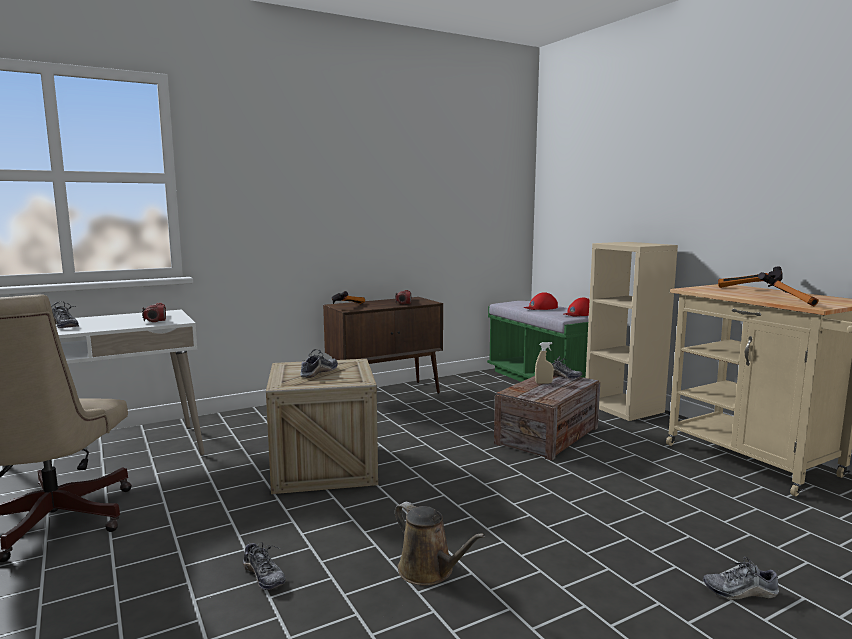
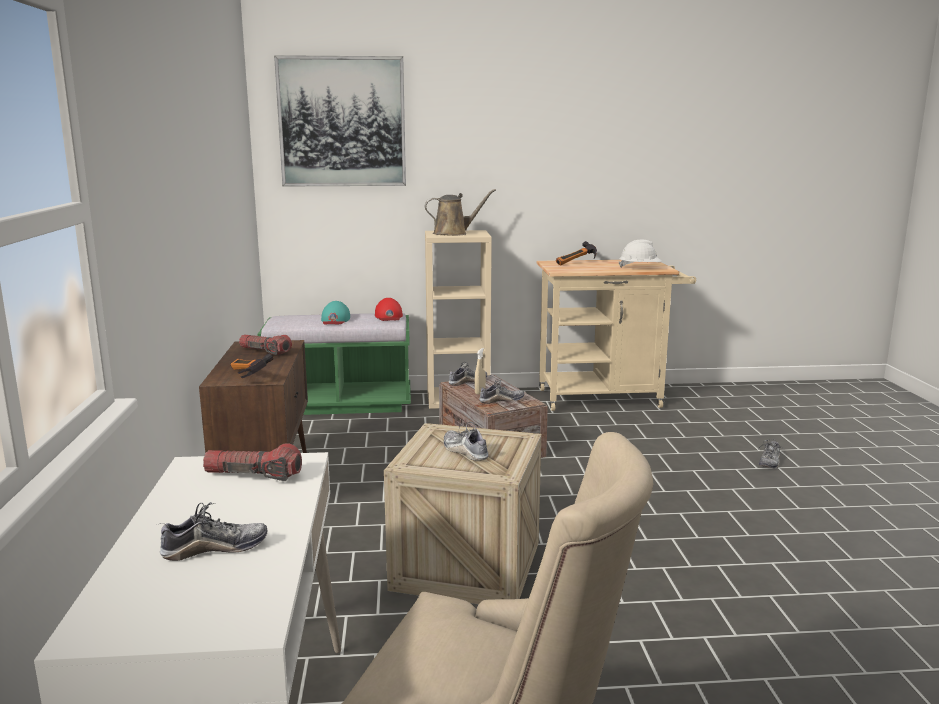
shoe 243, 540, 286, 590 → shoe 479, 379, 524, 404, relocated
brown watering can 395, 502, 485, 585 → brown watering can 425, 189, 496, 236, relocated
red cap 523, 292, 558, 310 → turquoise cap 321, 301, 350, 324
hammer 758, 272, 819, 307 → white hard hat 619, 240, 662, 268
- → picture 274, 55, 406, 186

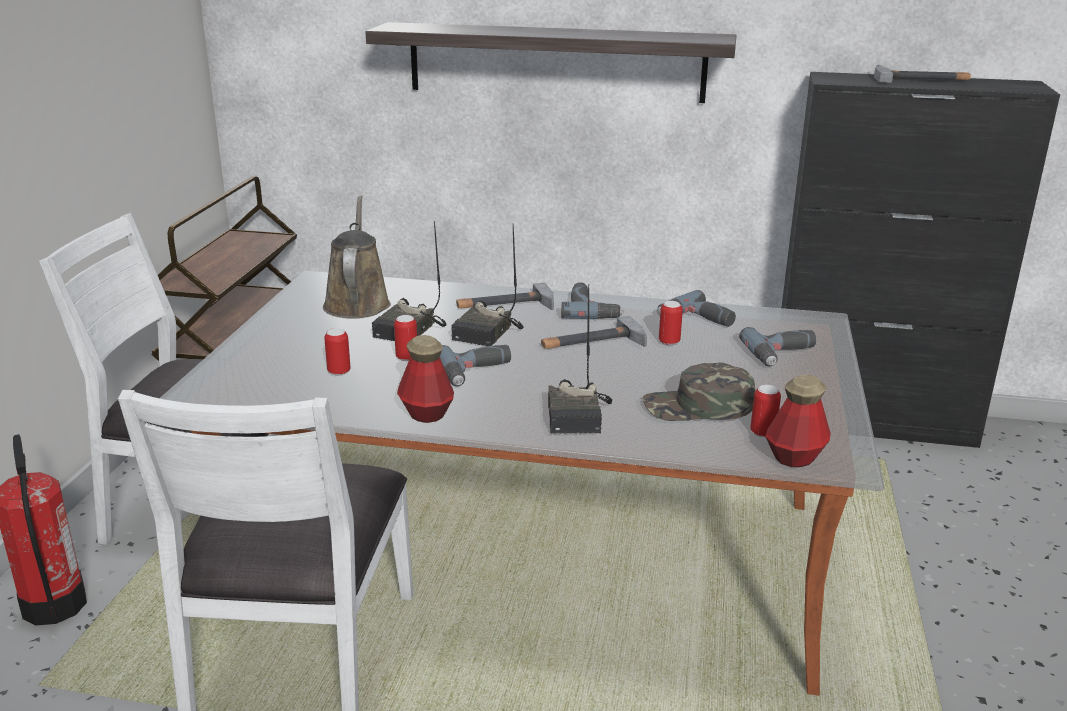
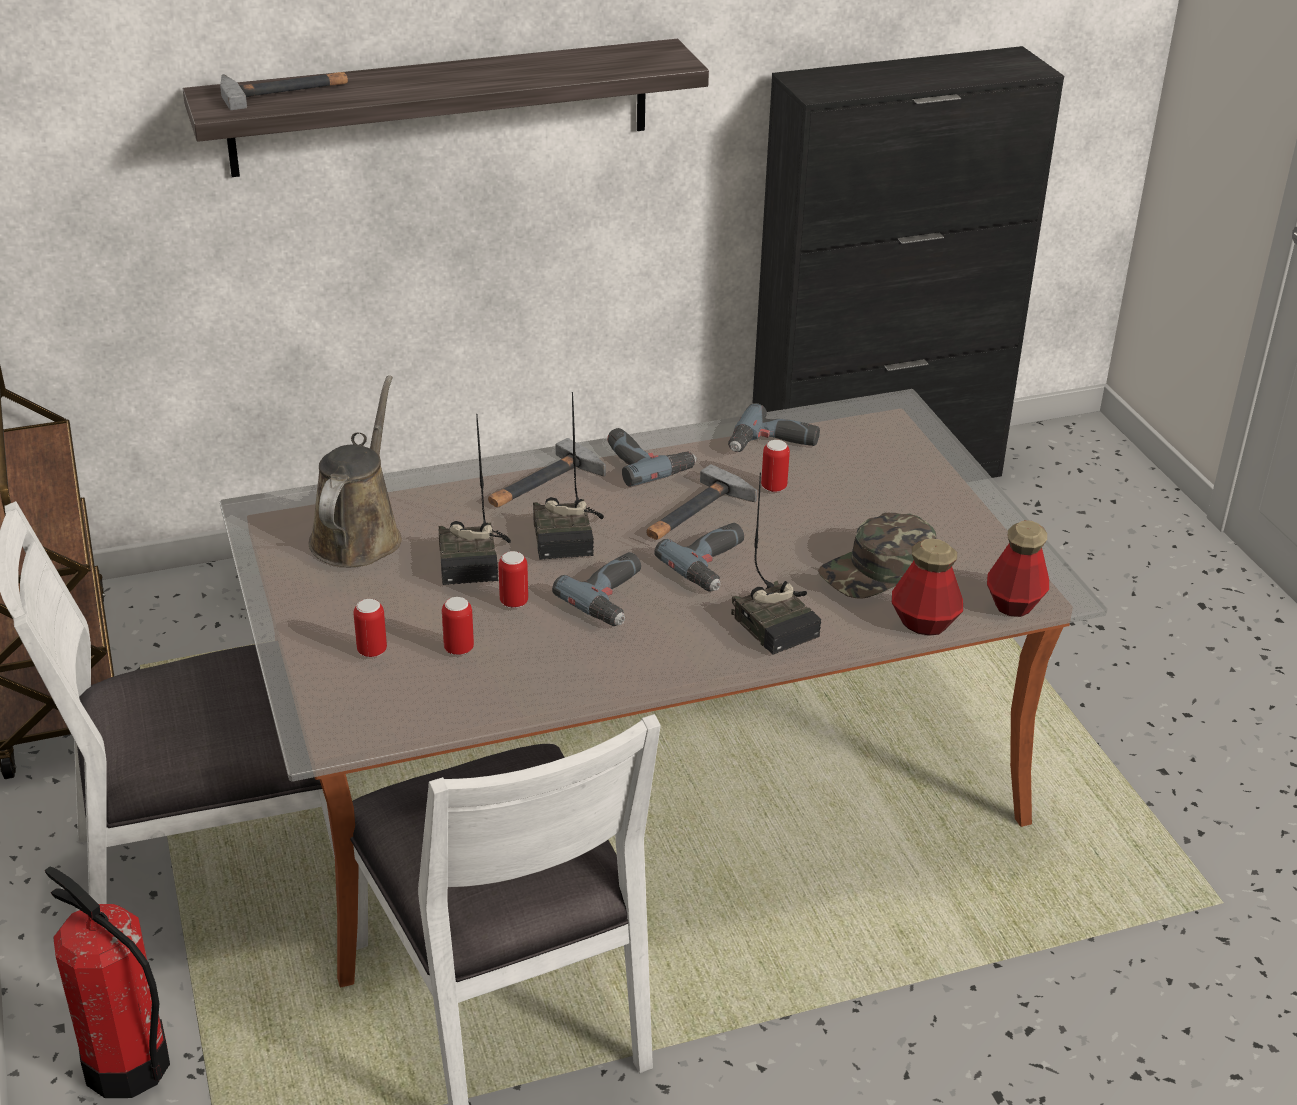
brown watering can 323, 195, 391, 319 → brown watering can 309, 375, 402, 567, 45 degrees clockwise
bottle 397, 335, 454, 423 → bottle 892, 539, 963, 635, relocated
power drill 739, 327, 816, 366 → power drill 654, 523, 744, 592, relocated
can 750, 385, 781, 437 → can 354, 599, 387, 658, relocated
hammer 874, 65, 971, 83 → hammer 220, 72, 348, 110, relocated

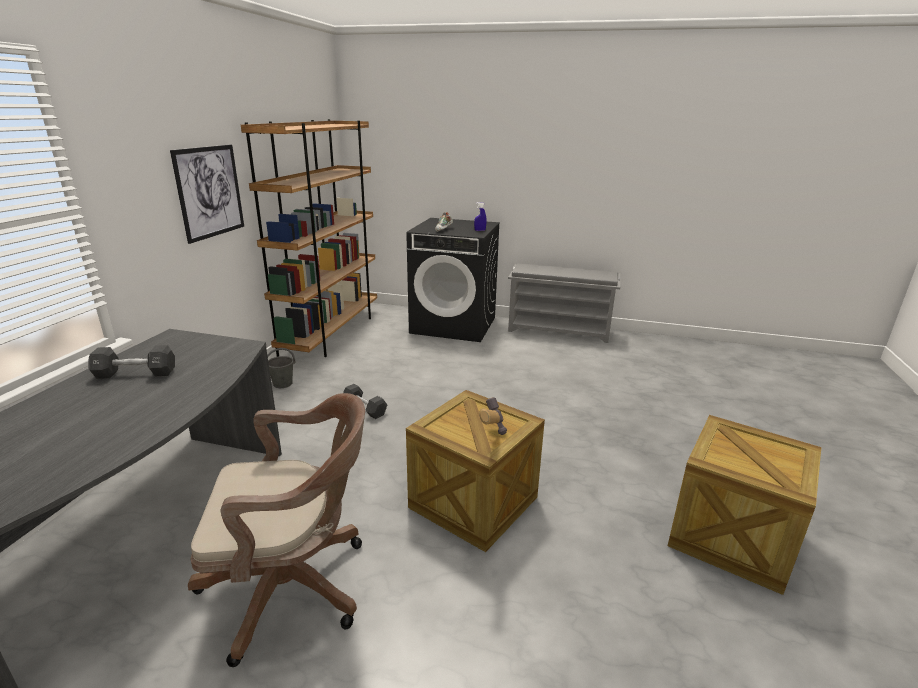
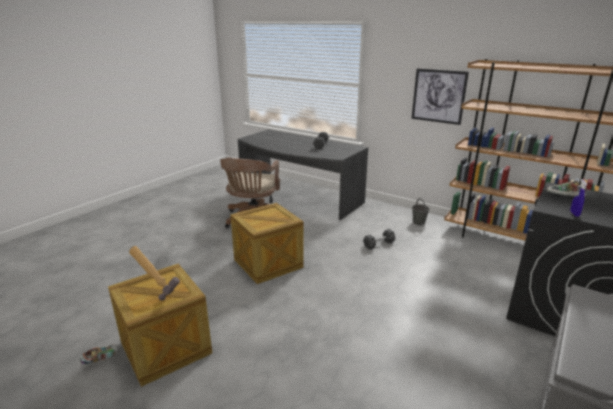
hammer 479, 397, 507, 435 → hammer 129, 246, 180, 301, relocated
- → shoe 80, 345, 119, 367

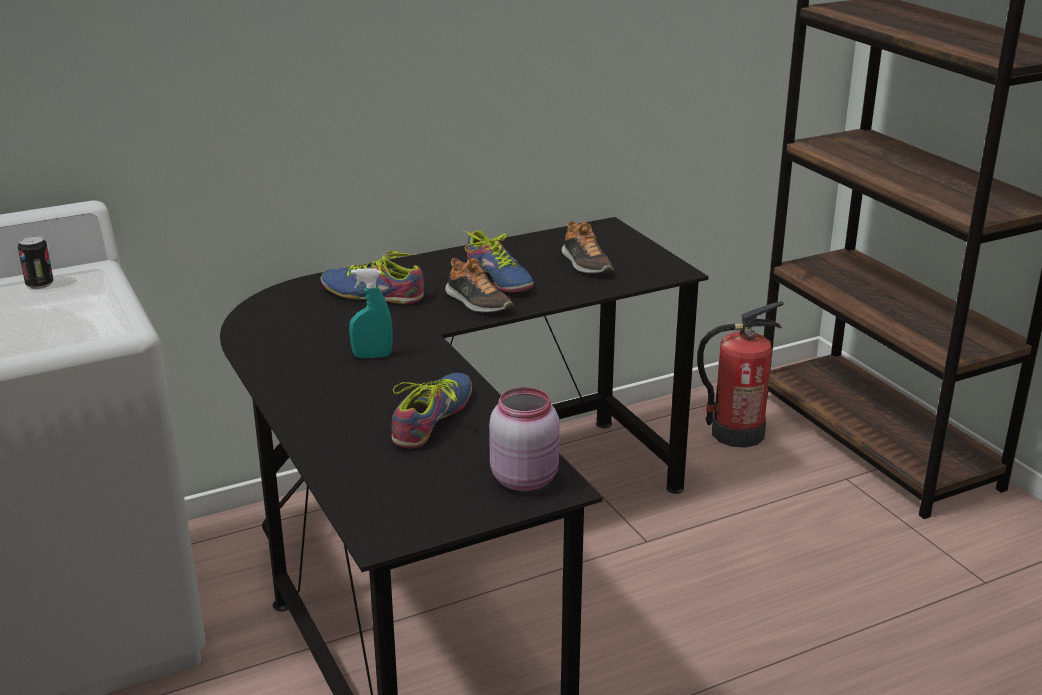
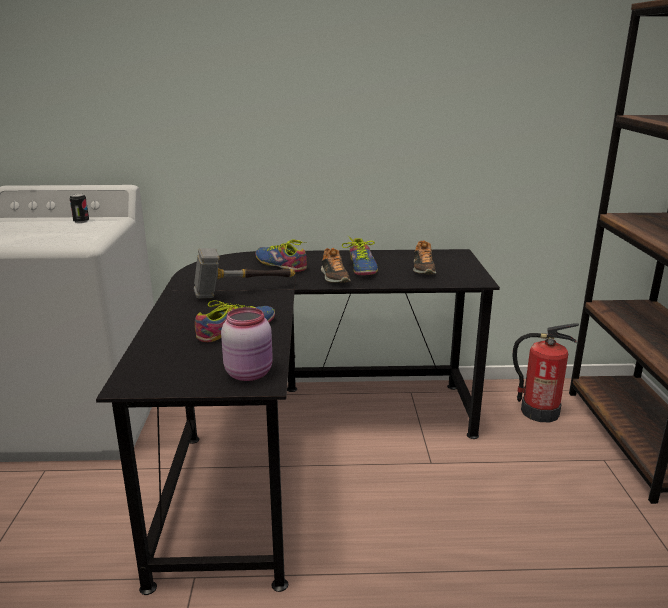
turquoise spray bottle 349, 268, 392, 358 → hammer 194, 248, 295, 298

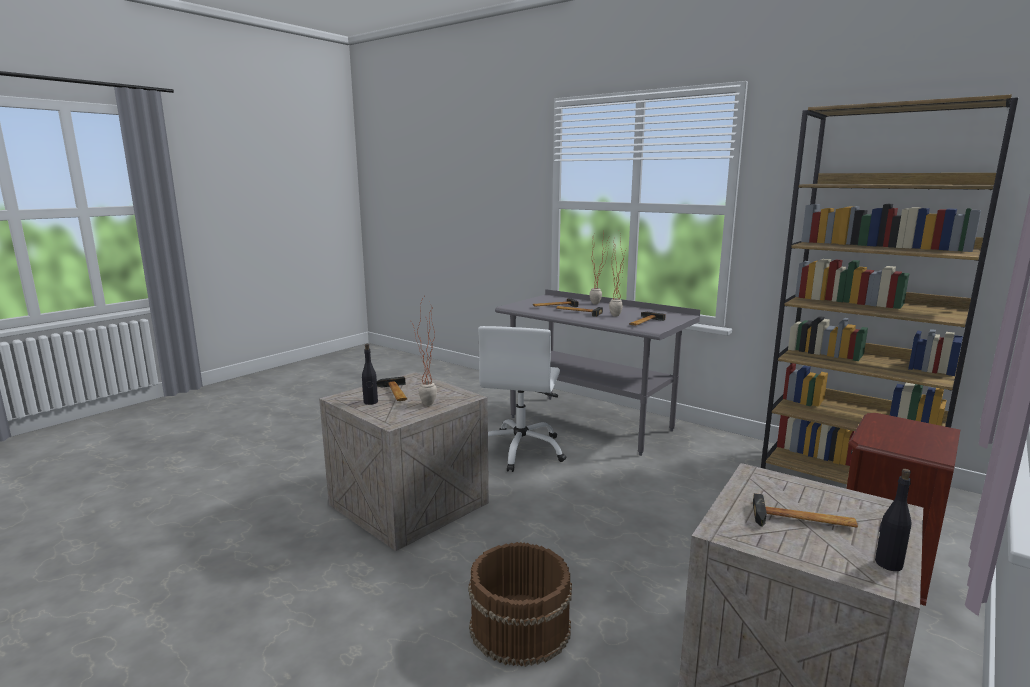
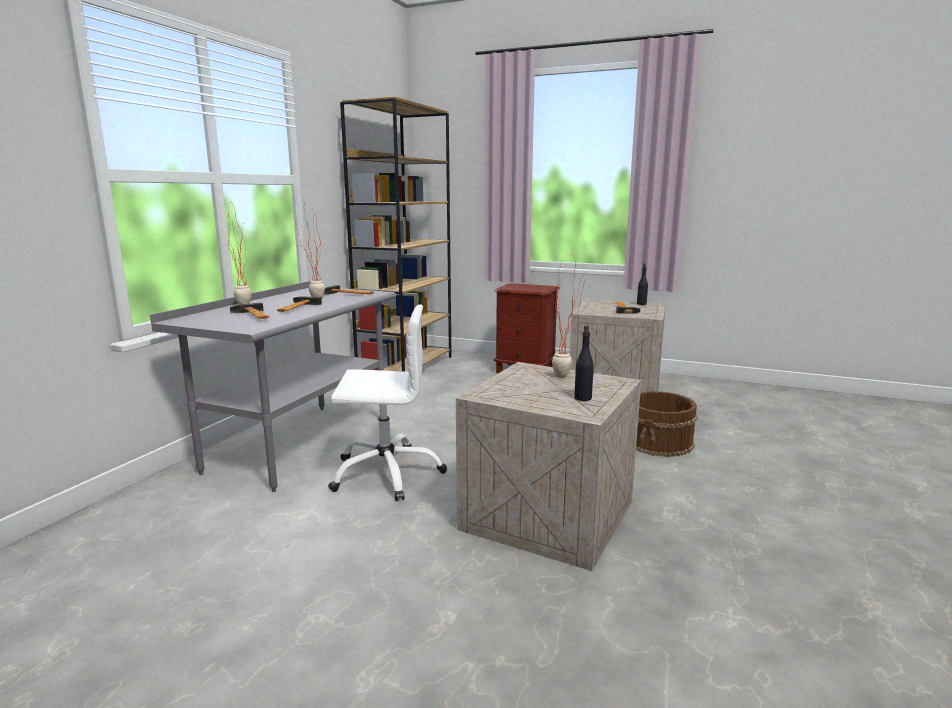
hammer 377, 376, 407, 401 → -

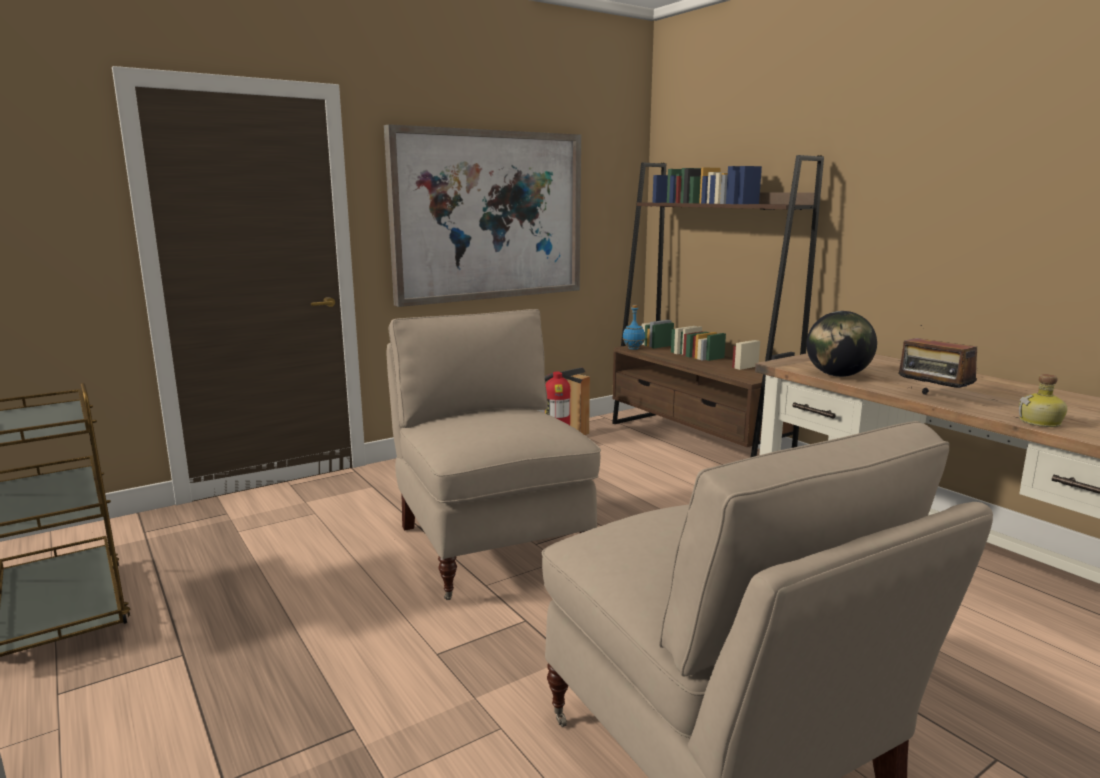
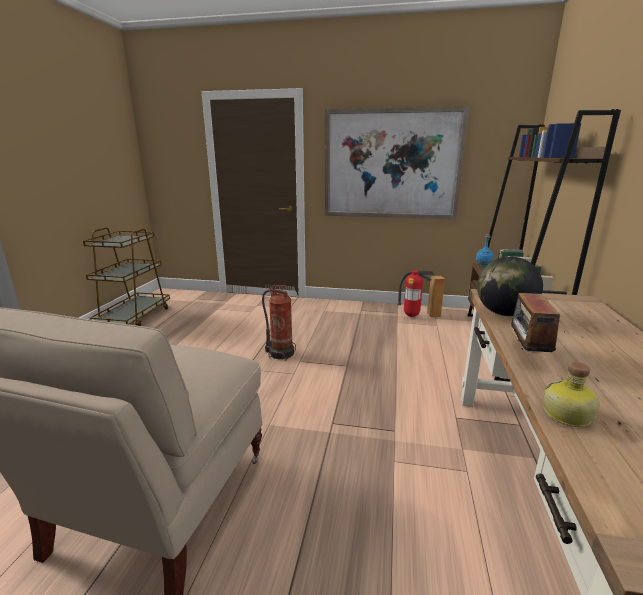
beige chair 386, 309, 601, 600 → fire extinguisher 262, 285, 296, 361

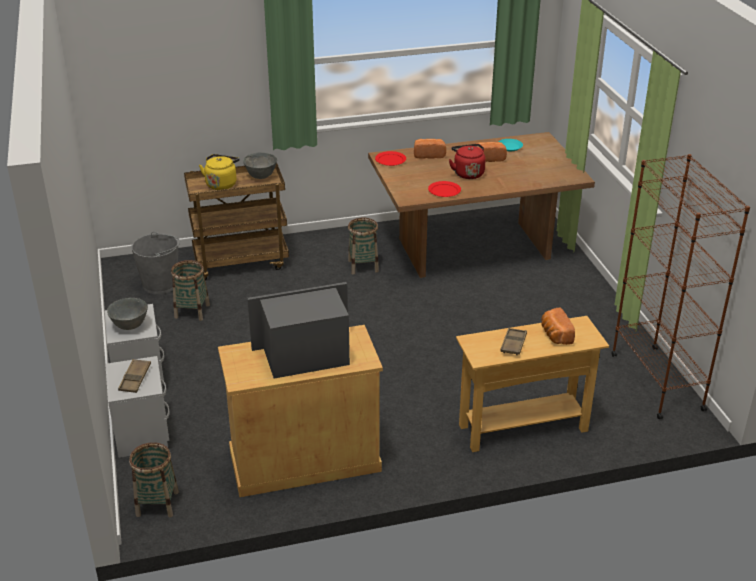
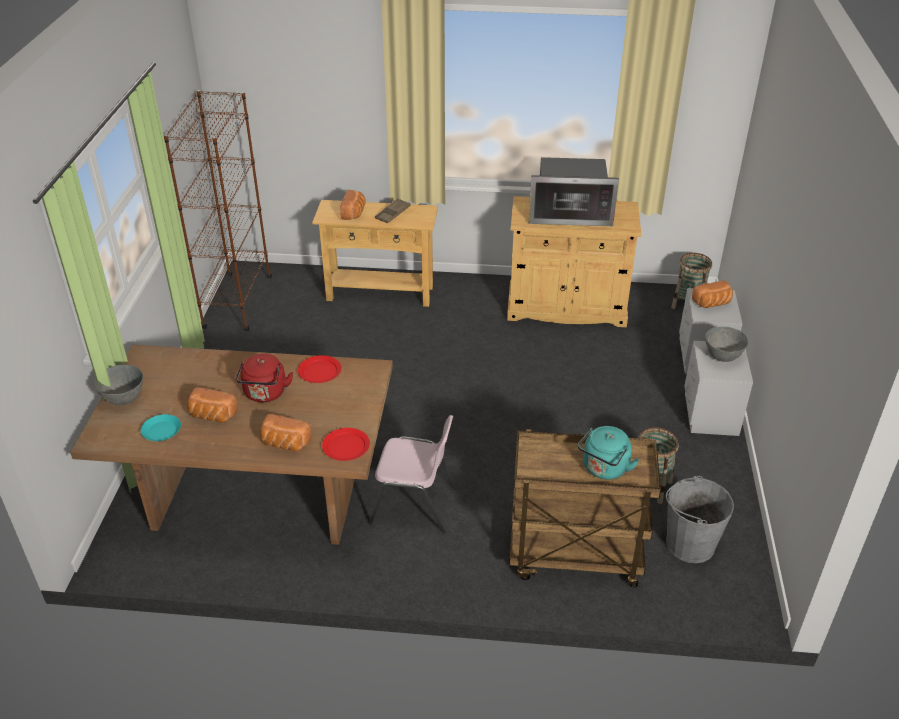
brown tray 118, 359, 151, 393 → bread 692, 281, 733, 308
yellow kettle 199, 154, 240, 190 → turquoise kettle 578, 426, 639, 480
grey bowl 243, 152, 277, 179 → grey bowl 94, 364, 143, 405, relocated
basket 348, 218, 379, 275 → pink chair 369, 415, 456, 533

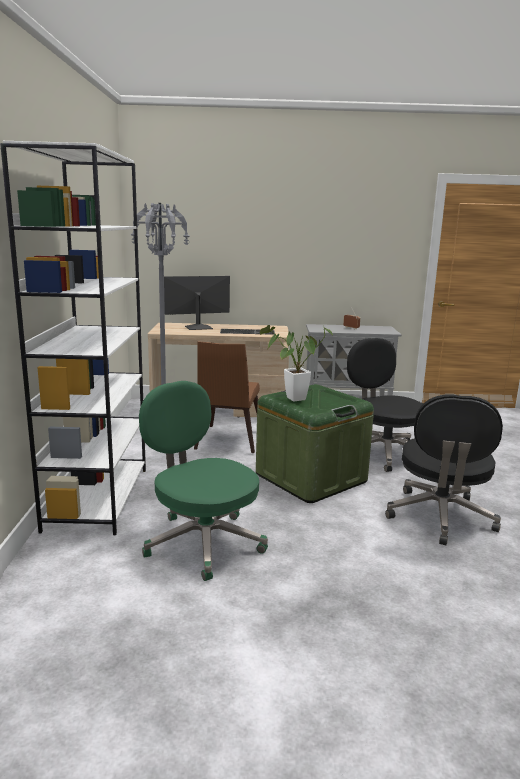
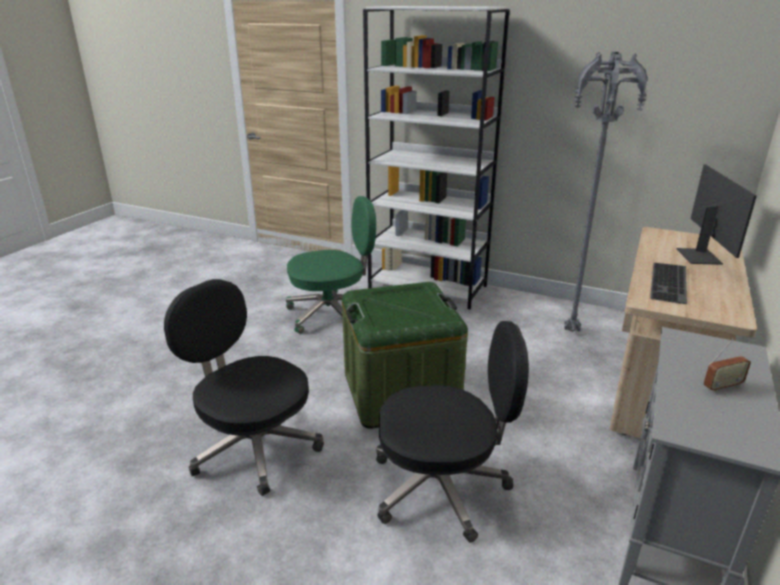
brown chair 194, 341, 260, 453 → -
potted plant 260, 325, 333, 401 → -

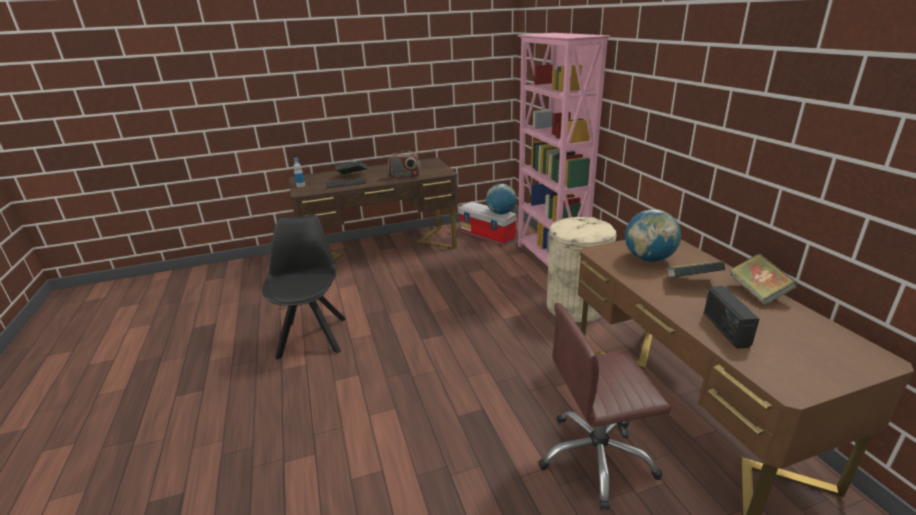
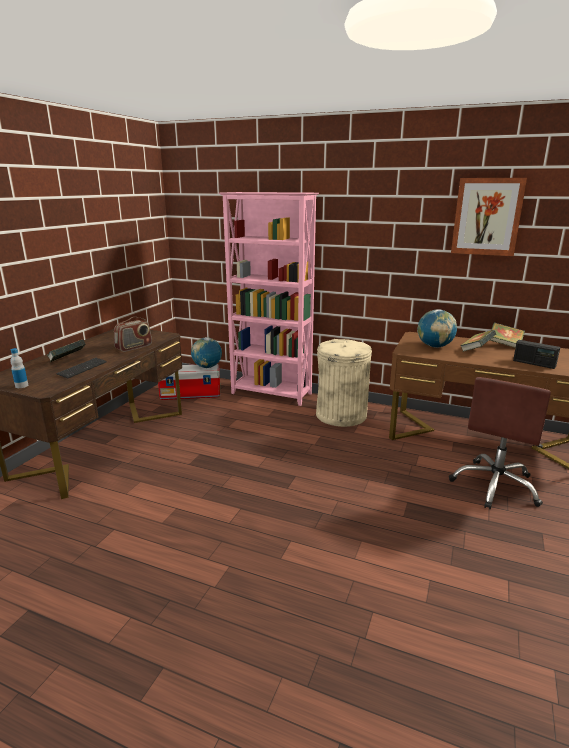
black chair 262, 215, 346, 360 → -
- → picture 451, 178, 527, 256

